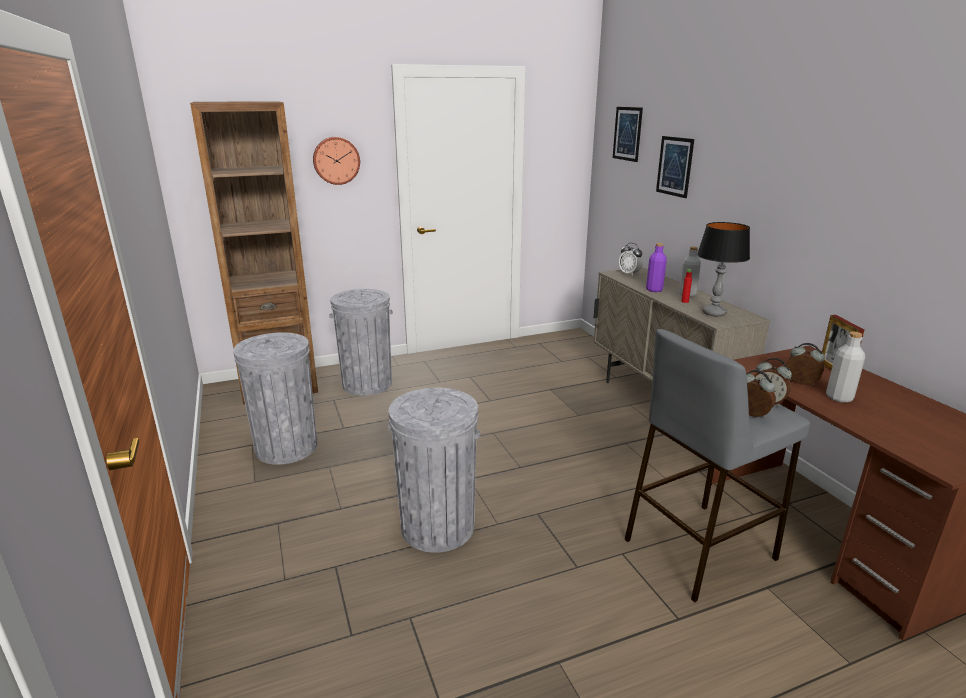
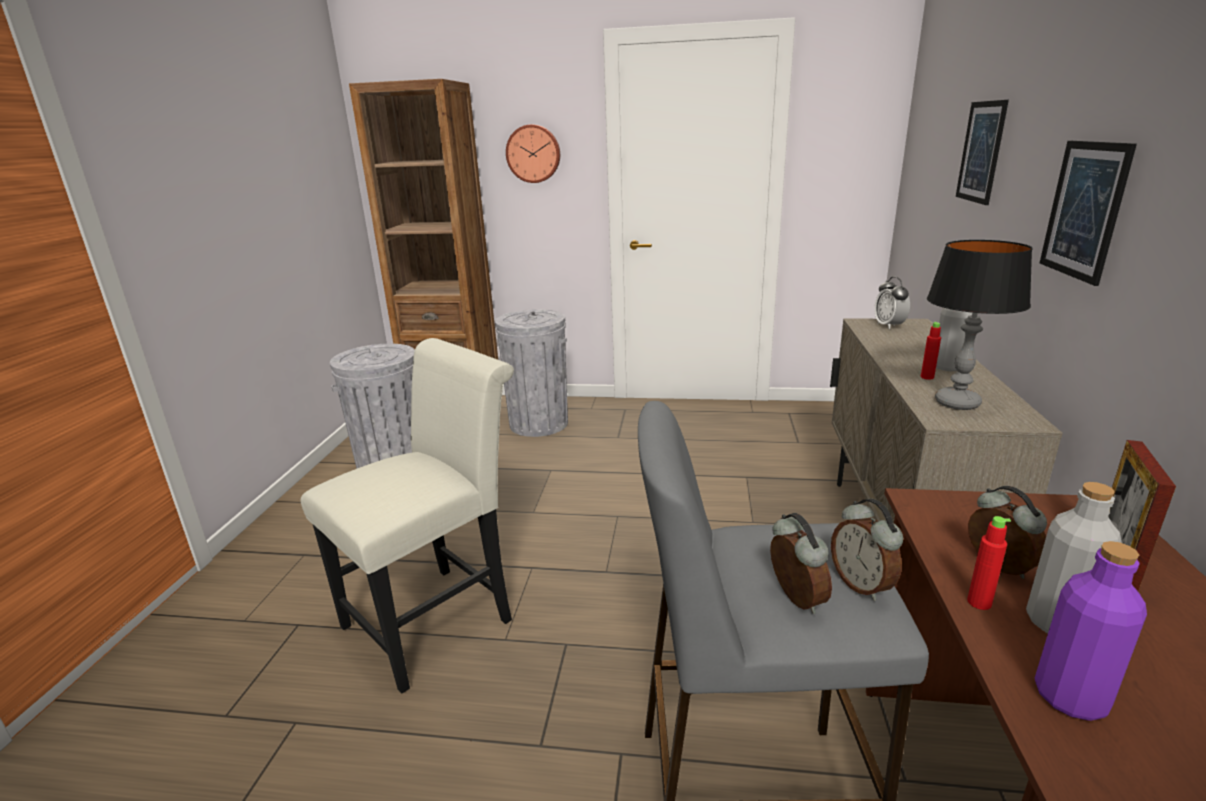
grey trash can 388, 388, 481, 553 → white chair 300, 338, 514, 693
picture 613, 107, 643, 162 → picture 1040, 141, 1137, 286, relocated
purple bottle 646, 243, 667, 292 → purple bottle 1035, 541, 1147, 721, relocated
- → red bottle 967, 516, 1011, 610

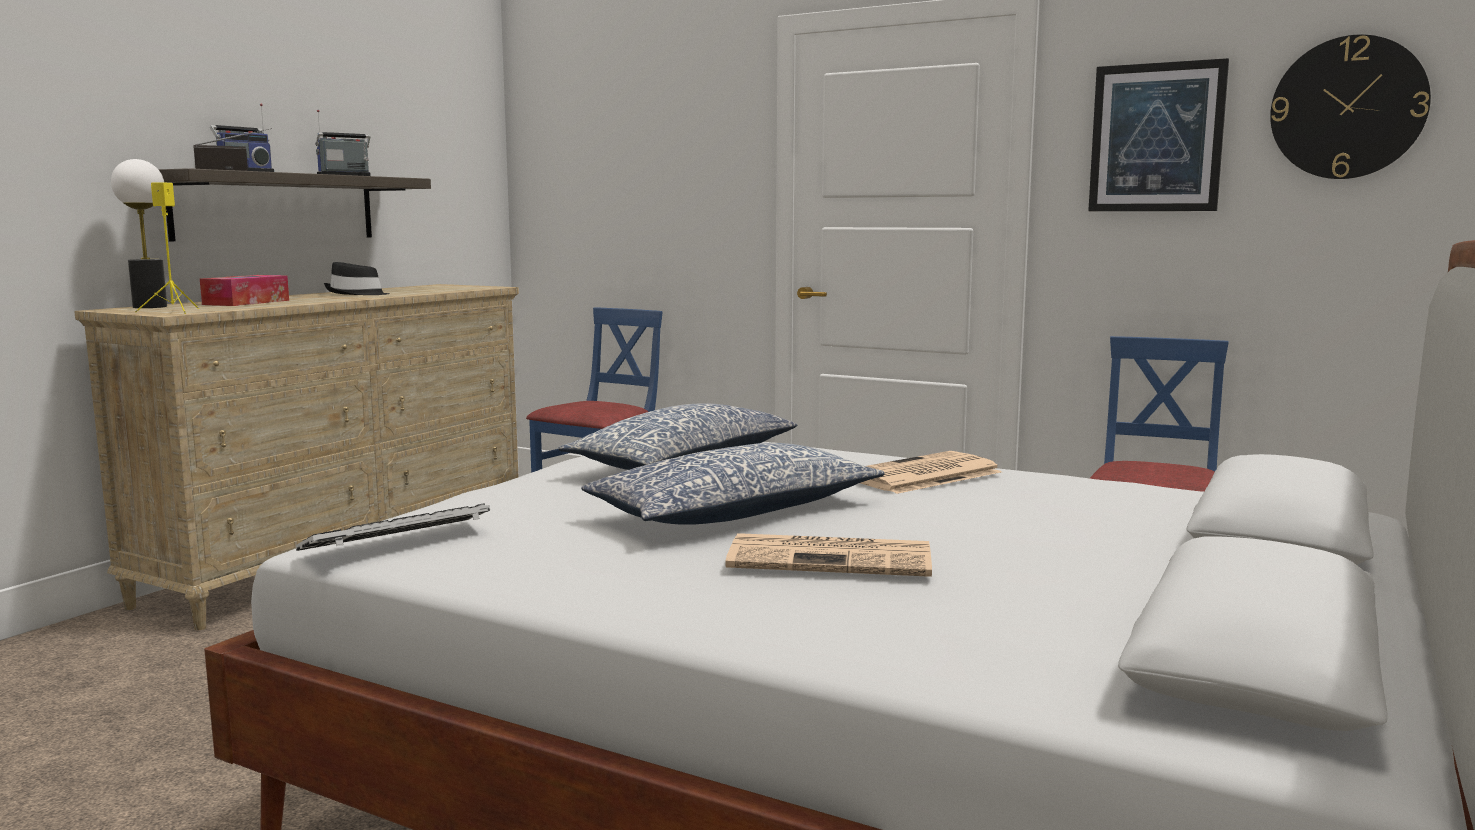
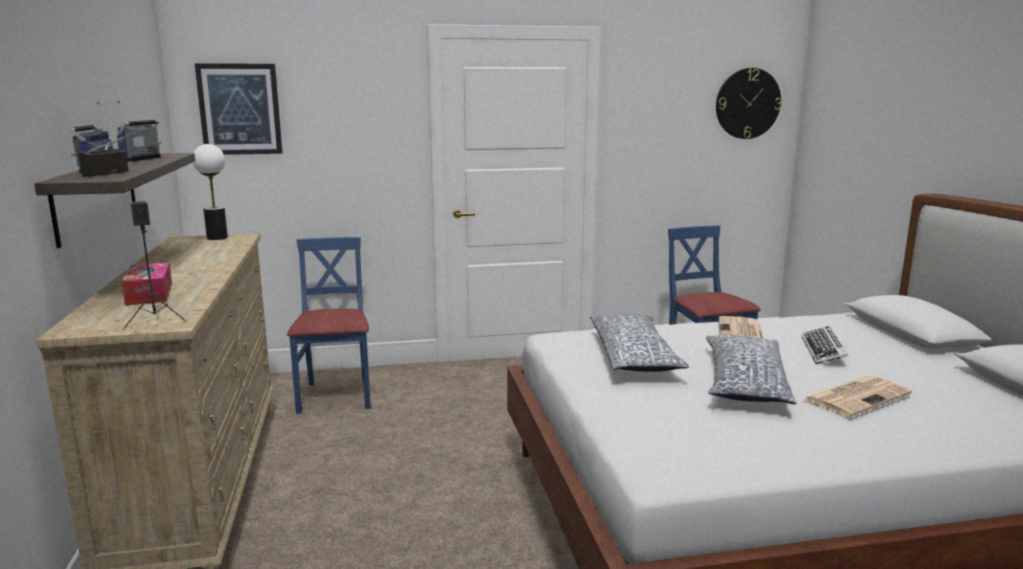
table lamp 111, 159, 167, 308 → table lamp 193, 144, 228, 240, relocated
yellow speaker 135, 182, 199, 314 → black speaker 123, 201, 187, 330
keyboard 296, 503, 490, 551 → keyboard 801, 326, 848, 364, relocated
black hat 324, 262, 389, 295 → -
picture 1088, 58, 1229, 211 → picture 195, 63, 283, 155, relocated

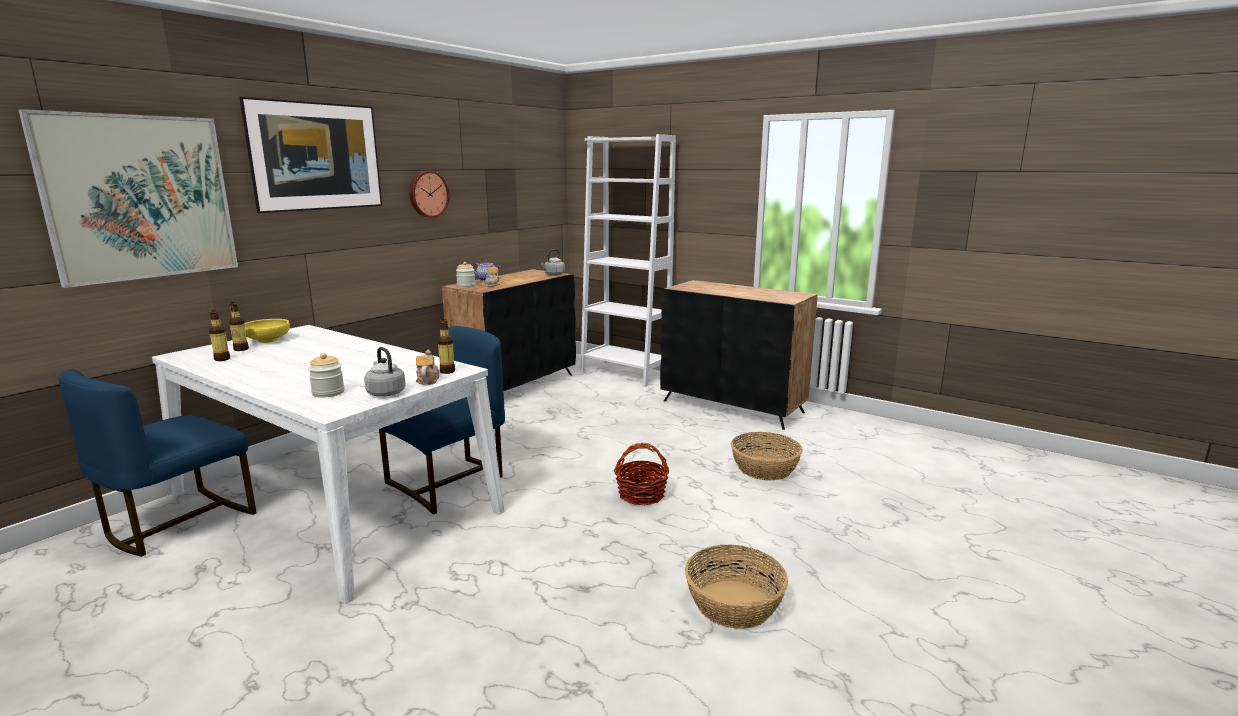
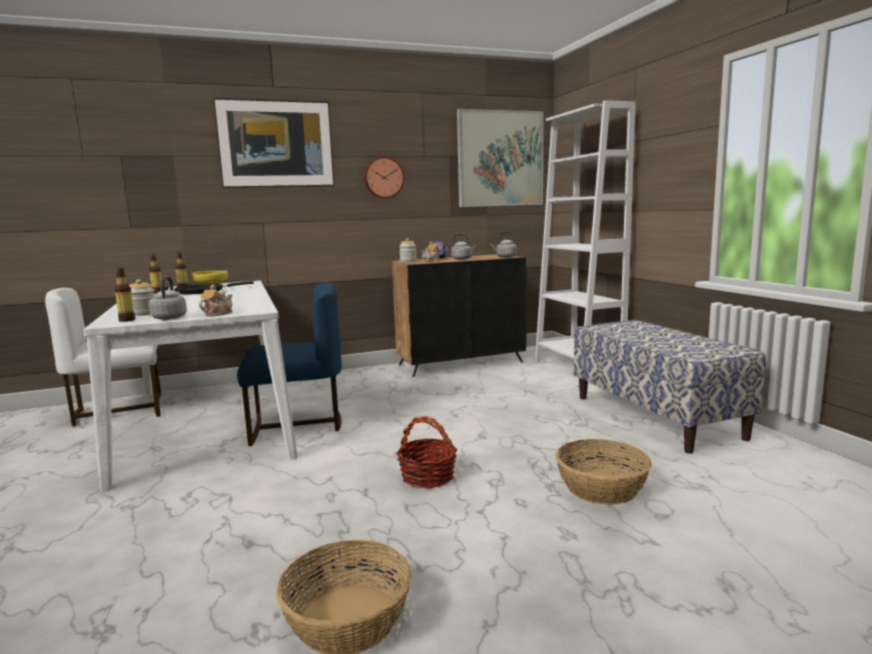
picture 19, 109, 238, 288 → picture 457, 109, 544, 207, relocated
blue chair 59, 369, 256, 557 → white chair 45, 288, 161, 426
bottle 438, 319, 455, 374 → bottle 114, 267, 135, 322, relocated
black cabinet 660, 280, 818, 430 → bench 574, 320, 766, 454
- → black frying pan 174, 281, 254, 294
- → grey kettle 451, 233, 477, 260

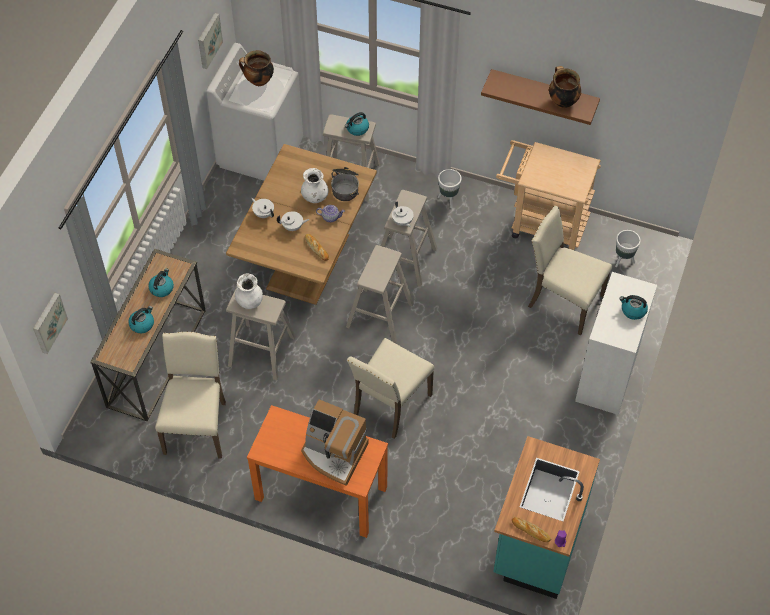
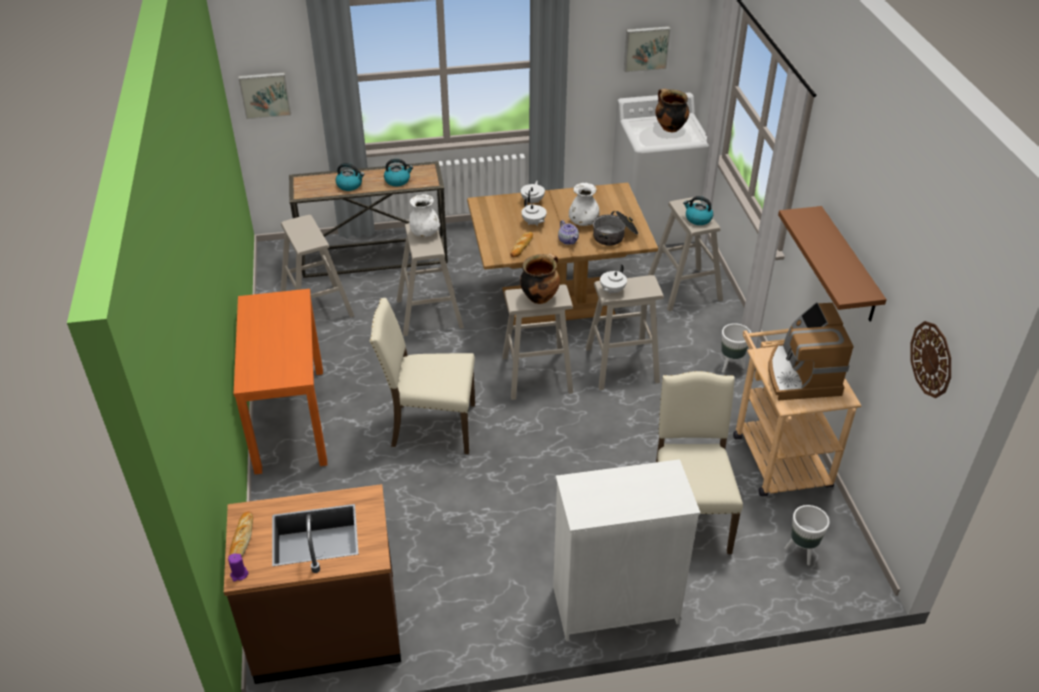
beige chair 155, 332, 226, 459 → beige stool 281, 215, 354, 317
coffee machine 301, 400, 368, 486 → coffee machine 769, 302, 854, 400, relocated
turquoise counter 493, 436, 600, 599 → brown counter 224, 484, 401, 684
cooking pot 549, 66, 581, 108 → cooking pot 520, 253, 560, 304, relocated
kettle 619, 295, 648, 320 → -
- → wall clock 910, 321, 951, 398

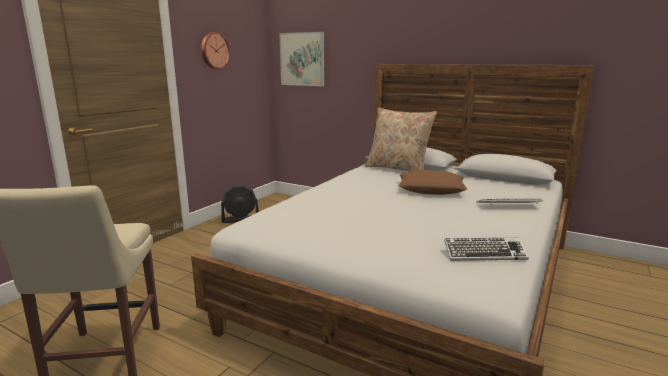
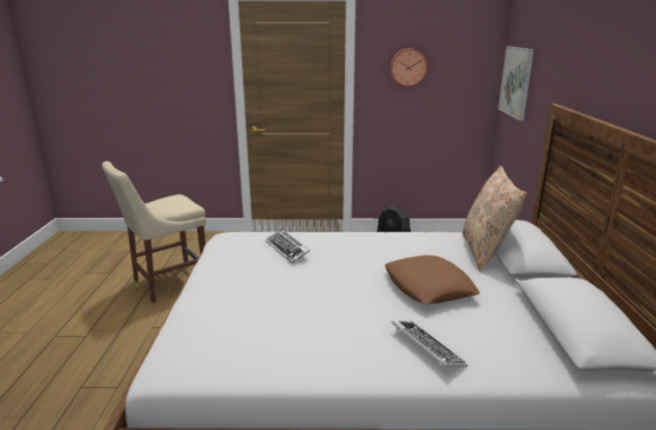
keyboard 444, 238, 529, 261 → keyboard 266, 229, 310, 263, relocated

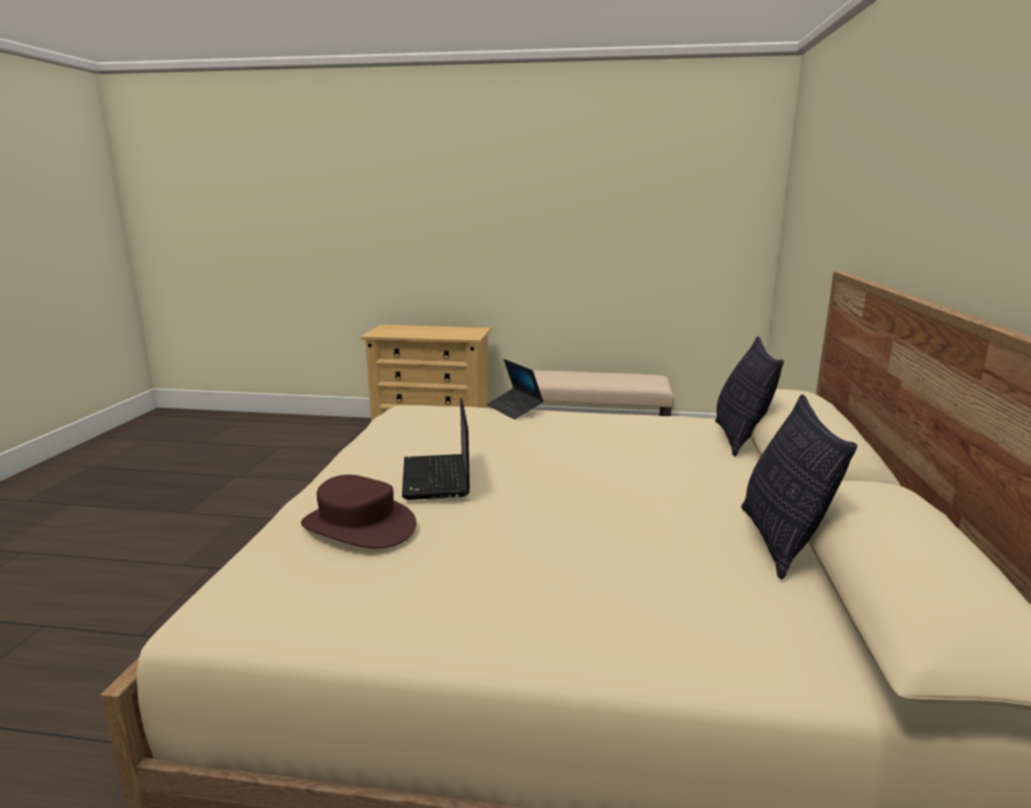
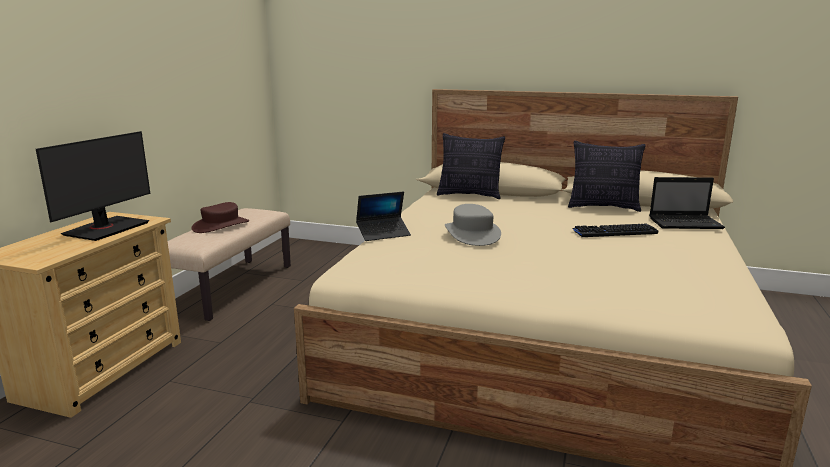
brown hat 301, 475, 416, 549 → brown hat 191, 202, 249, 233, relocated
laptop 402, 398, 470, 500 → laptop 649, 177, 725, 229, relocated
- → monitor 36, 131, 150, 241
- → grey hat 445, 204, 501, 246
- → keyboard 573, 224, 658, 237

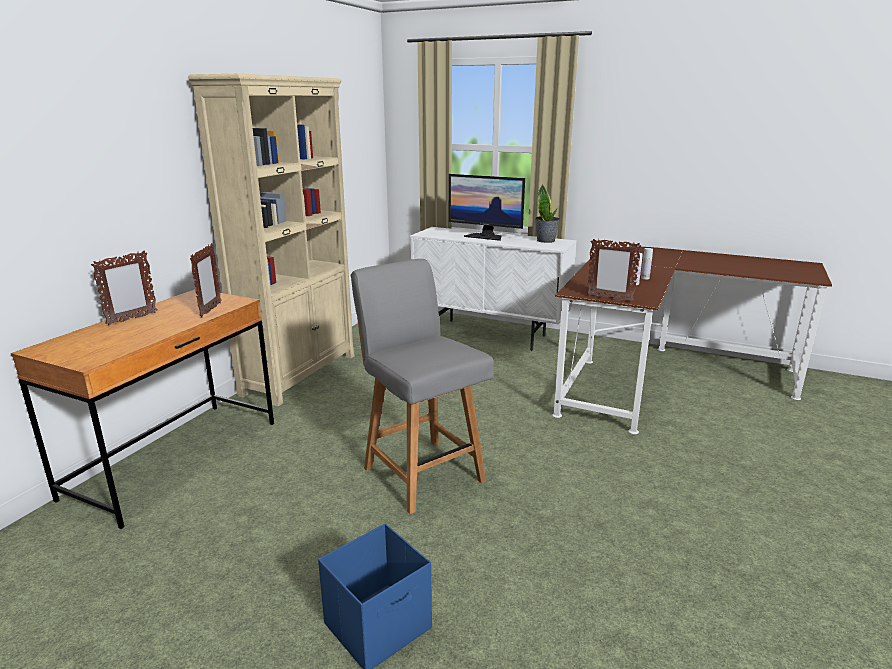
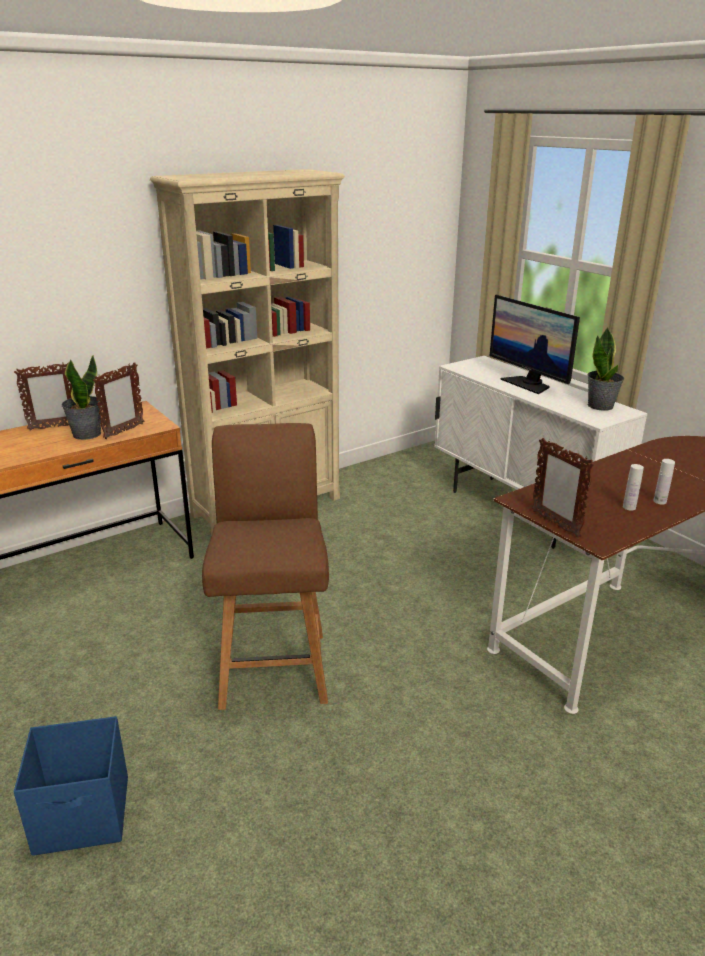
grey chair 351, 259, 494, 514 → brown chair 202, 423, 329, 710
- → potted plant 61, 355, 101, 440

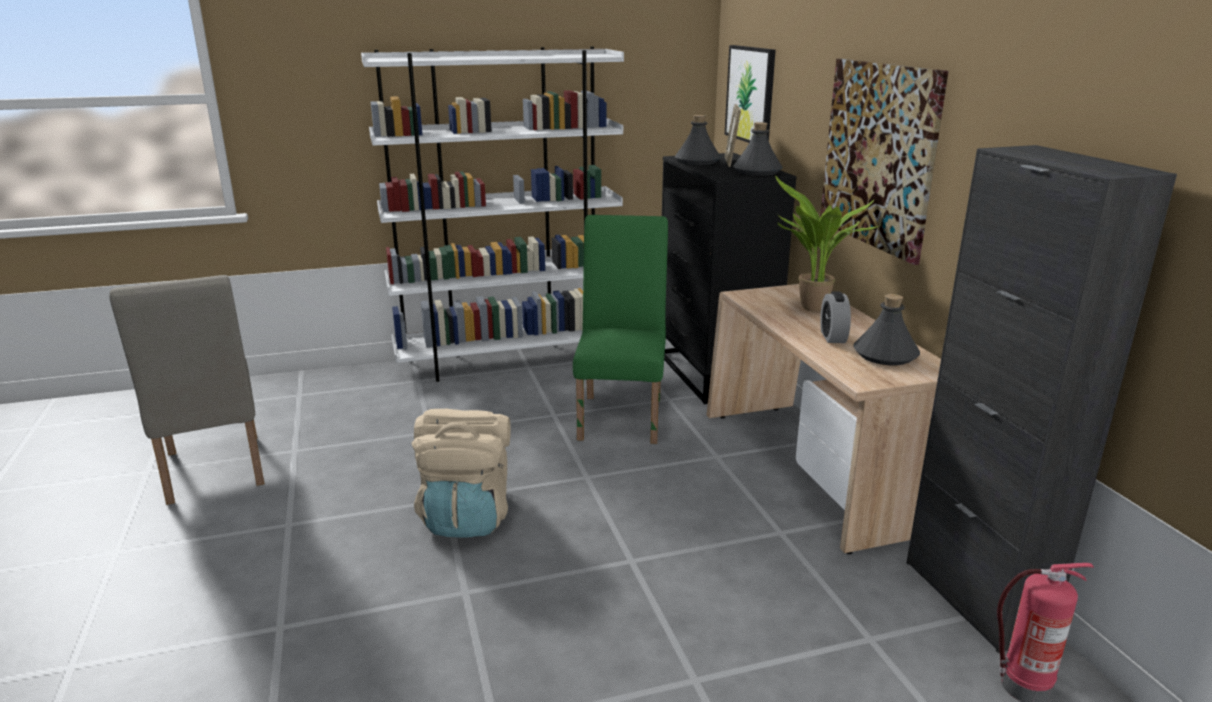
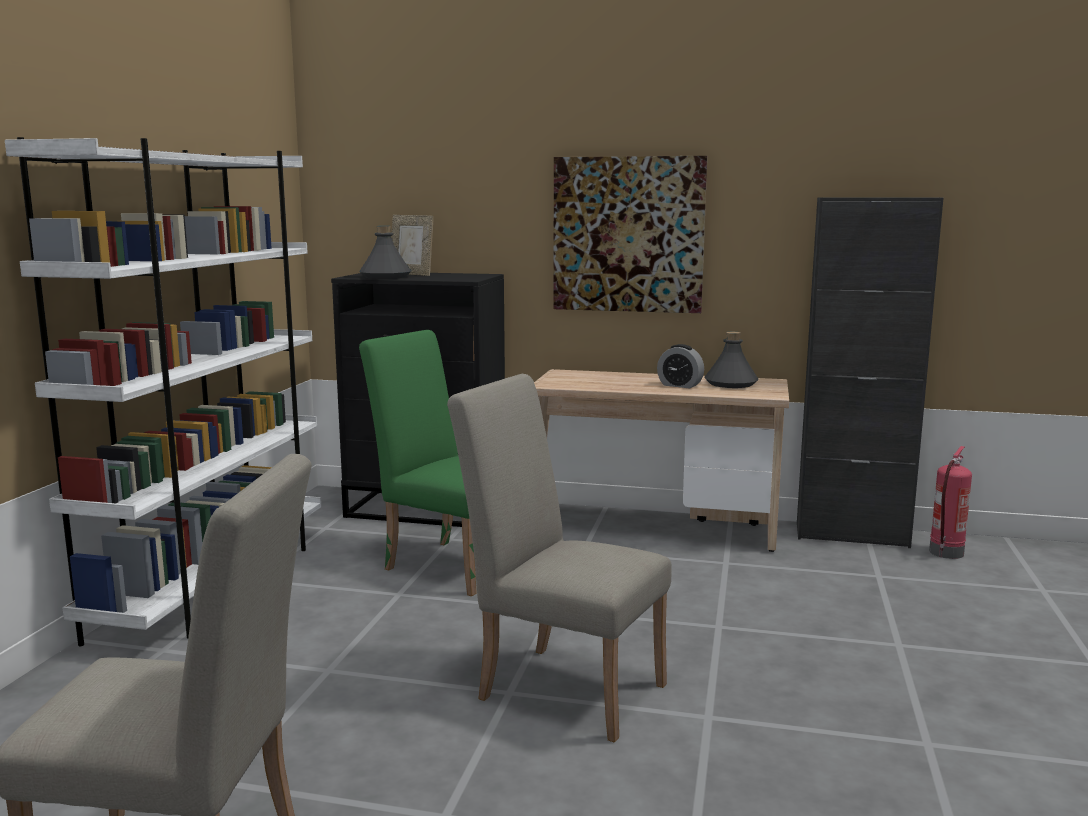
beige backpack 412, 409, 511, 538 → beige chair 447, 374, 672, 743
picture 724, 45, 776, 143 → -
grey bottle 733, 122, 783, 176 → -
potted plant 775, 175, 882, 312 → -

